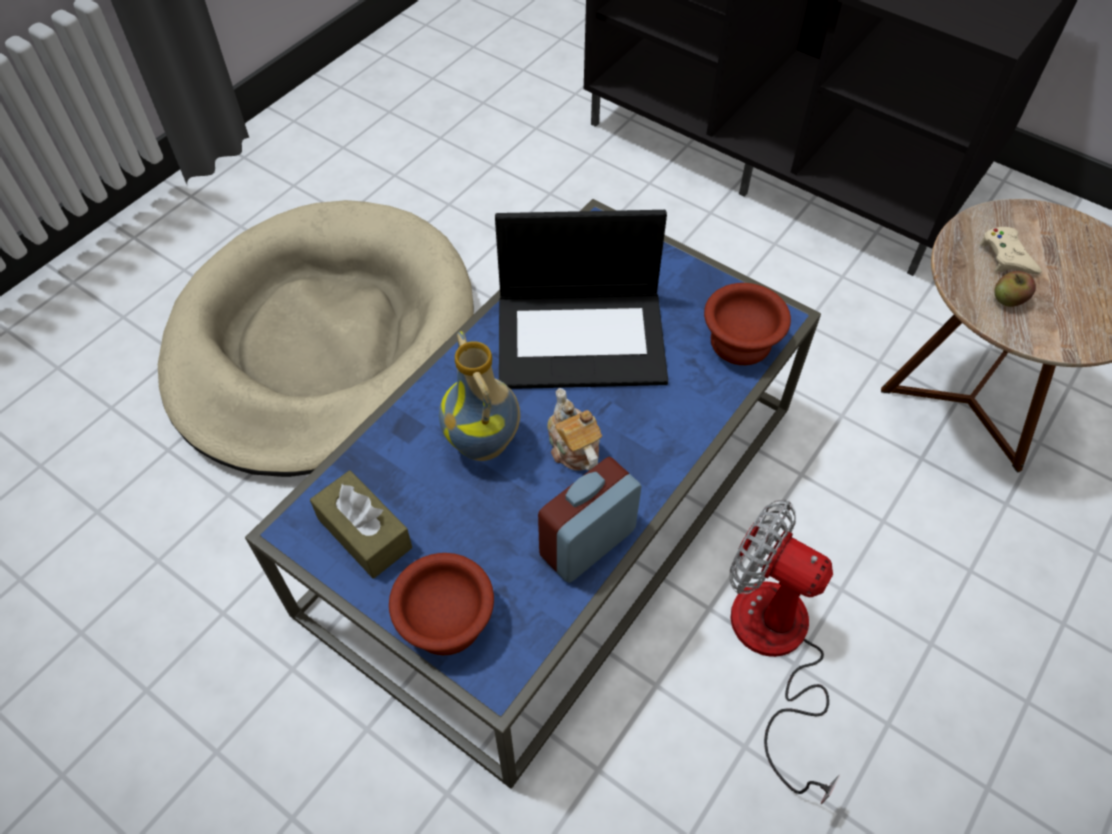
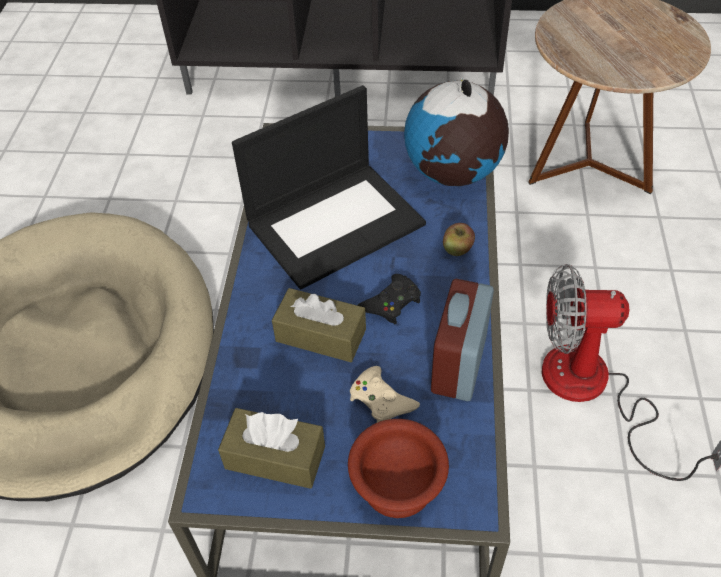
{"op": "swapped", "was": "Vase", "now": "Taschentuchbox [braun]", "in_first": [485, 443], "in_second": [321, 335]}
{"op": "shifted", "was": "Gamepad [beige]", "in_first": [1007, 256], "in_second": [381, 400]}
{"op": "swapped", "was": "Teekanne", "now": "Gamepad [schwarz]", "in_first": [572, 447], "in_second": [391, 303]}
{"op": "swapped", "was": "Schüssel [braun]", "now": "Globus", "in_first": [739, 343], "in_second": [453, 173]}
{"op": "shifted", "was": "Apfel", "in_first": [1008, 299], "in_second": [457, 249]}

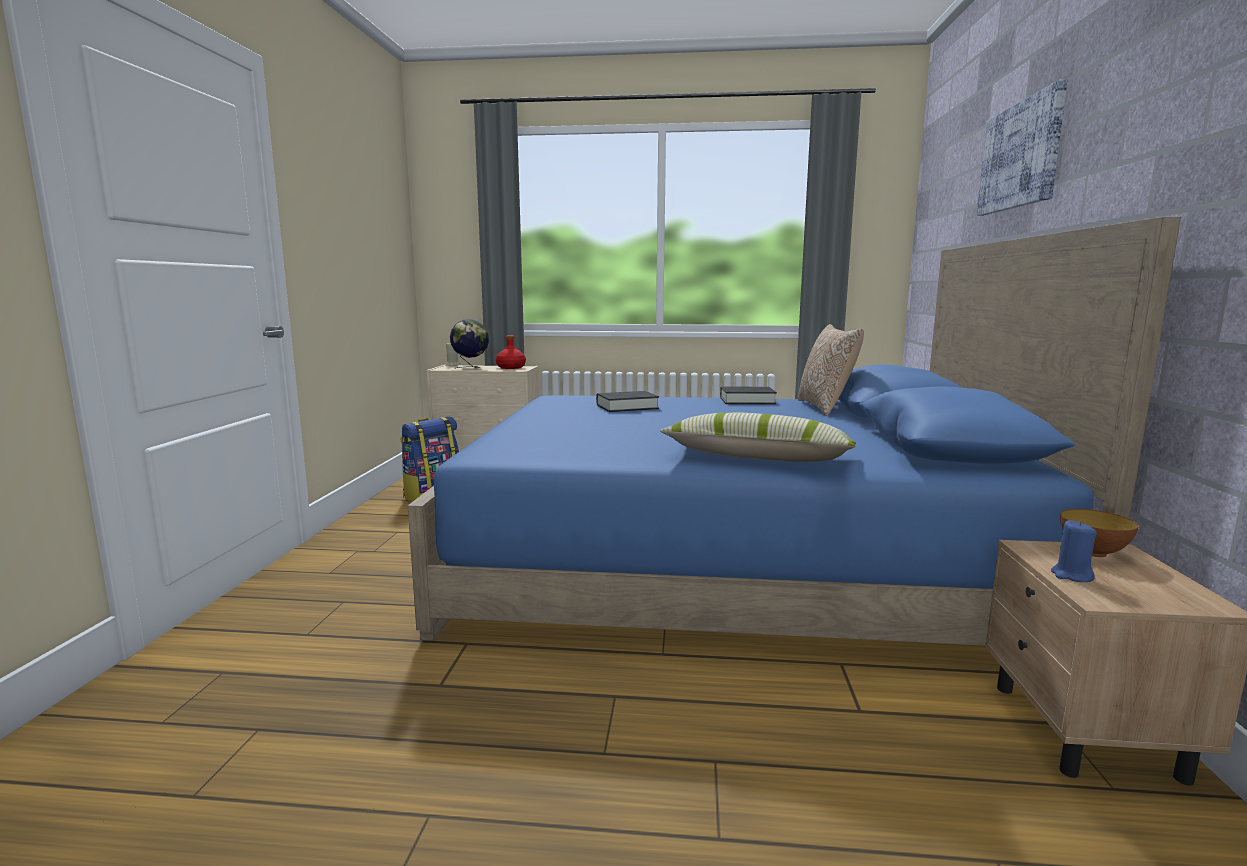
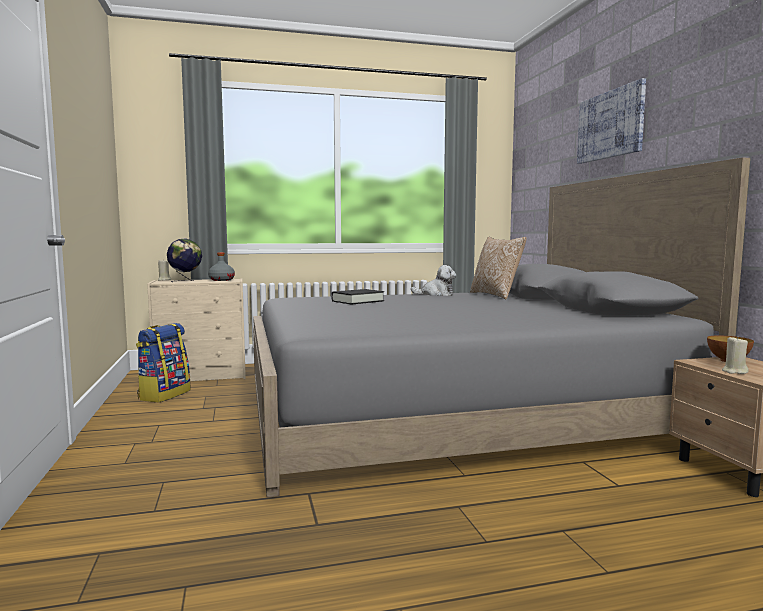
{"op": "repainted", "was": "Flasche [rot]", "now": "Flasche [grau]", "in_first": [510, 367], "in_second": [221, 280]}
{"op": "repainted", "was": "Bett [blau]", "now": "Bett [grau]", "in_first": [729, 563], "in_second": [454, 414]}
{"op": "swapped", "was": "Buch [schwarz]", "now": "Plüschtier", "in_first": [747, 400], "in_second": [436, 294]}
{"op": "repainted", "was": "Kerze [blau]", "now": "Kerze [beige]", "in_first": [1071, 576], "in_second": [734, 371]}
{"op": "gone", "was": "Kissen", "in_first": [758, 458]}

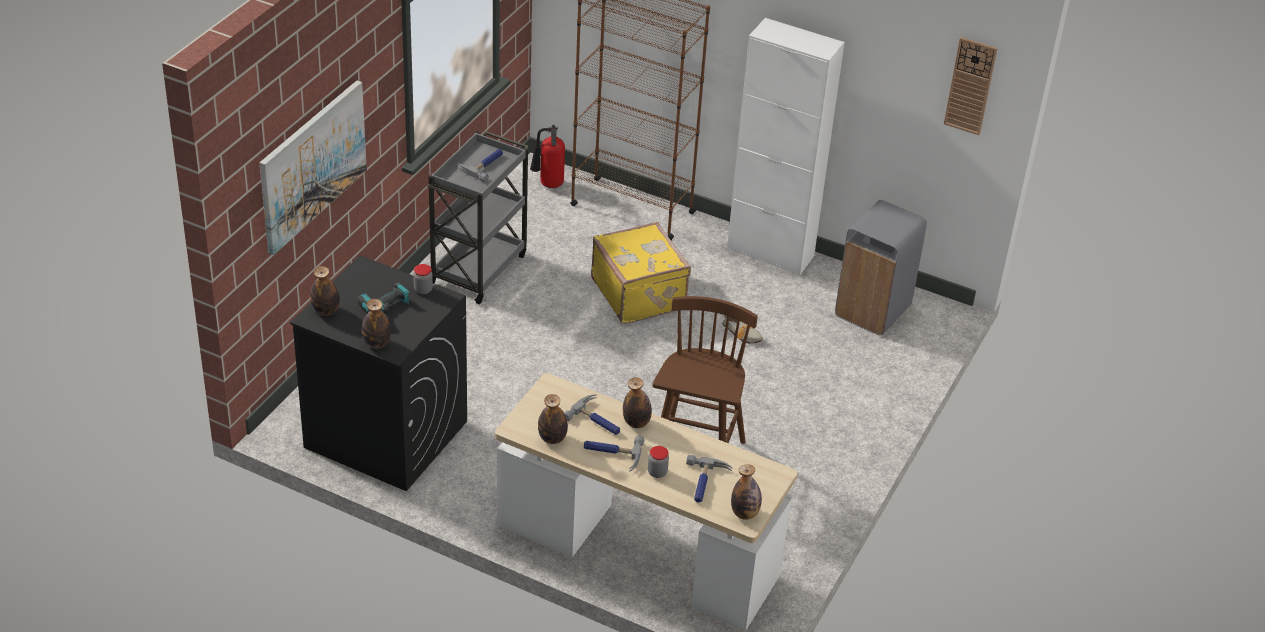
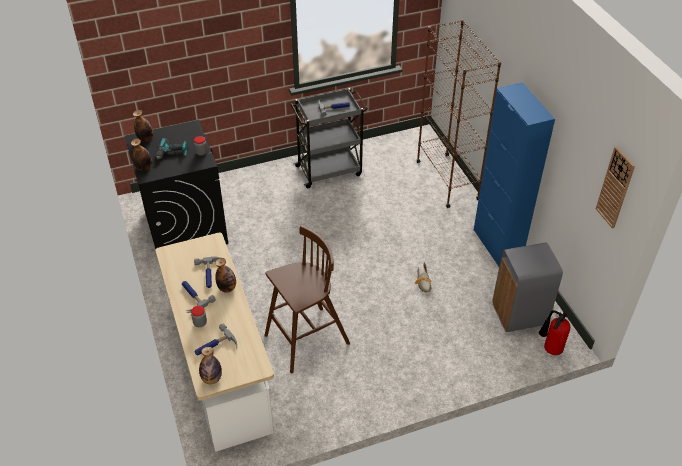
{"op": "repainted", "was": "Schrank [weiß]", "now": "Schrank [blau]", "in_first": [770, 252], "in_second": [497, 245]}
{"op": "shifted", "was": "Feuerlöscher", "in_first": [548, 185], "in_second": [549, 348]}
{"op": "gone", "was": "Bild", "in_first": [312, 165]}
{"op": "gone", "was": "Flasche", "in_first": [552, 438]}
{"op": "gone", "was": "Koffer [gelb]", "in_first": [639, 293]}

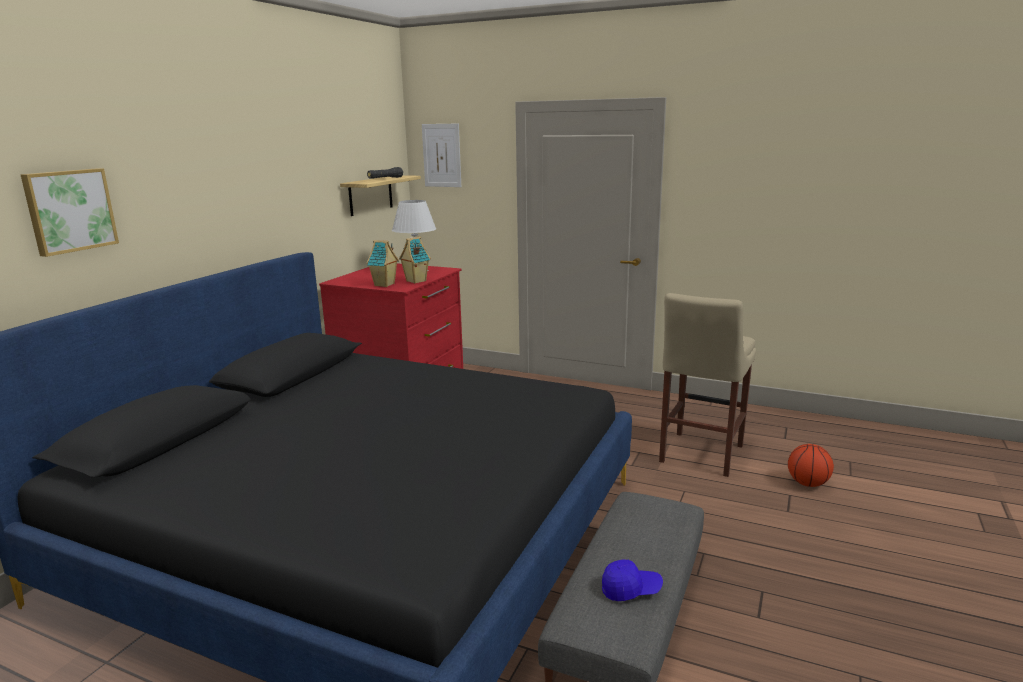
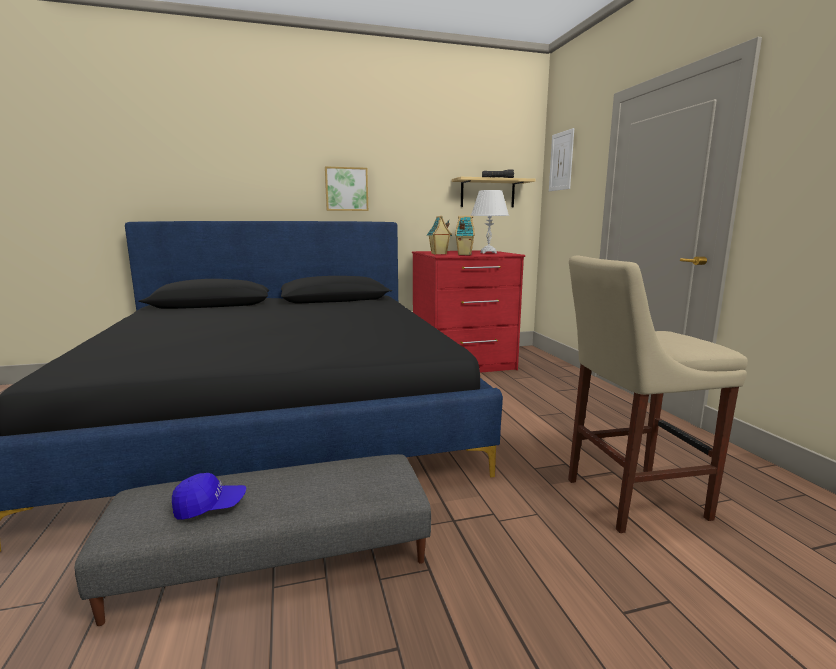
{"op": "rotated", "was": "Kappe [blau]", "in_first": [631, 590], "in_second": [210, 507], "clockwise": -60}
{"op": "shifted", "was": "Bild", "in_first": [69, 210], "in_second": [346, 189]}
{"op": "gone", "was": "Basketball", "in_first": [807, 484]}

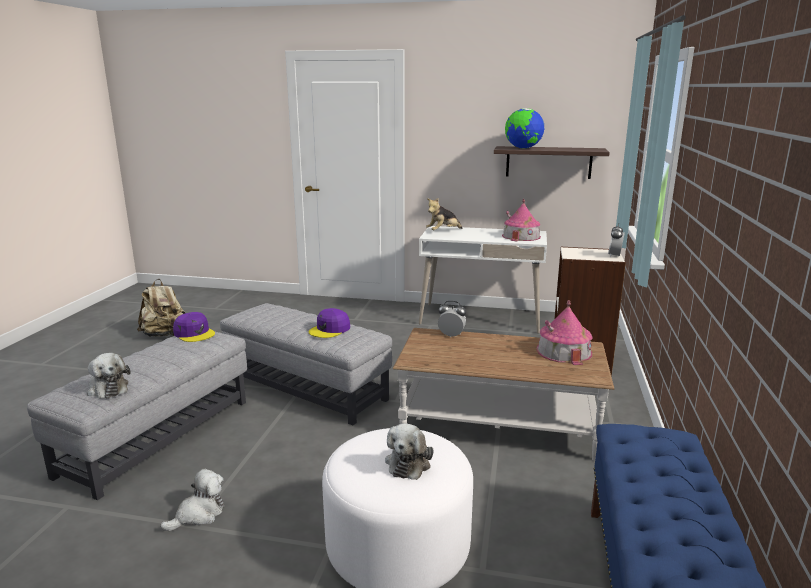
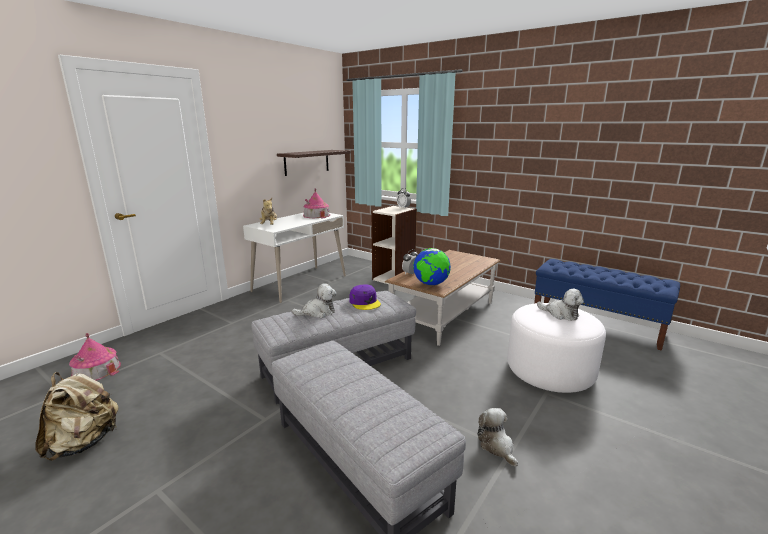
{"op": "shifted", "was": "Spielzeughaus", "in_first": [564, 351], "in_second": [96, 370]}
{"op": "shifted", "was": "Plüschtier", "in_first": [107, 388], "in_second": [317, 312]}
{"op": "shifted", "was": "Globus", "in_first": [523, 148], "in_second": [431, 284]}
{"op": "gone", "was": "Kappe [lila]", "in_first": [194, 333]}

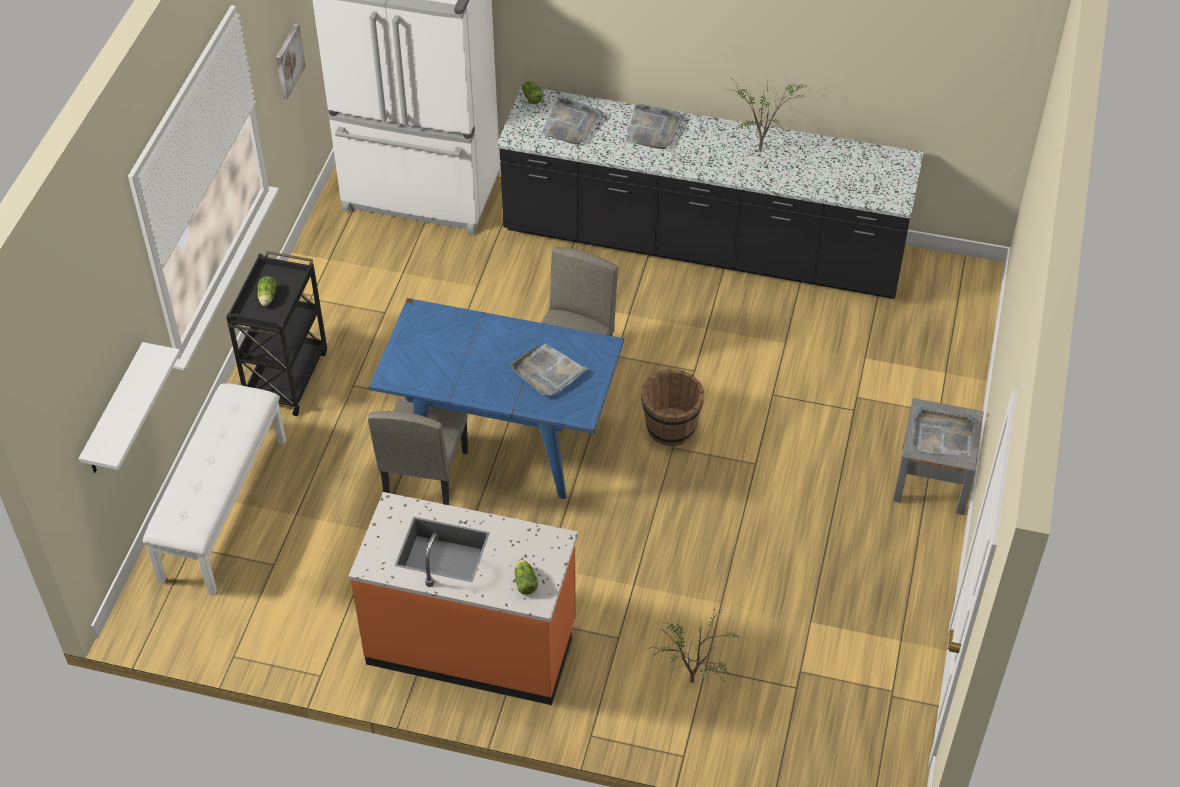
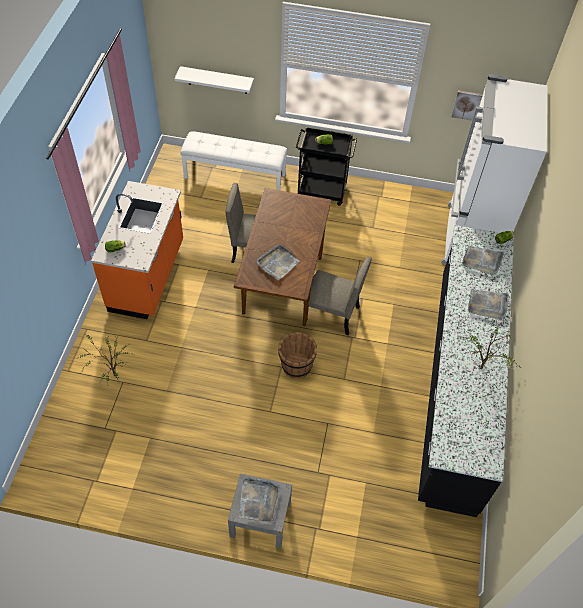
{"op": "repainted", "was": "Esstisch [blau]", "now": "Esstisch [braun]", "in_first": [502, 440], "in_second": [283, 284]}

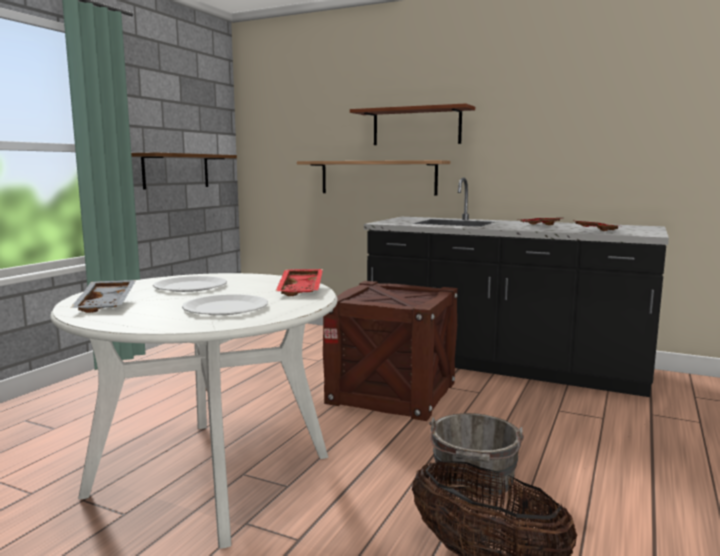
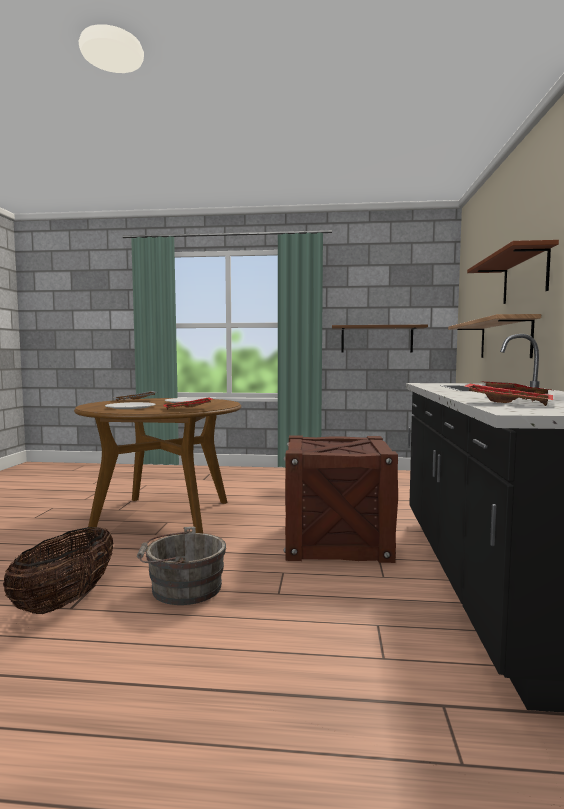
{"op": "repainted", "was": "Esstisch [weiß]", "now": "Esstisch [braun]", "in_first": [211, 474], "in_second": [163, 516]}

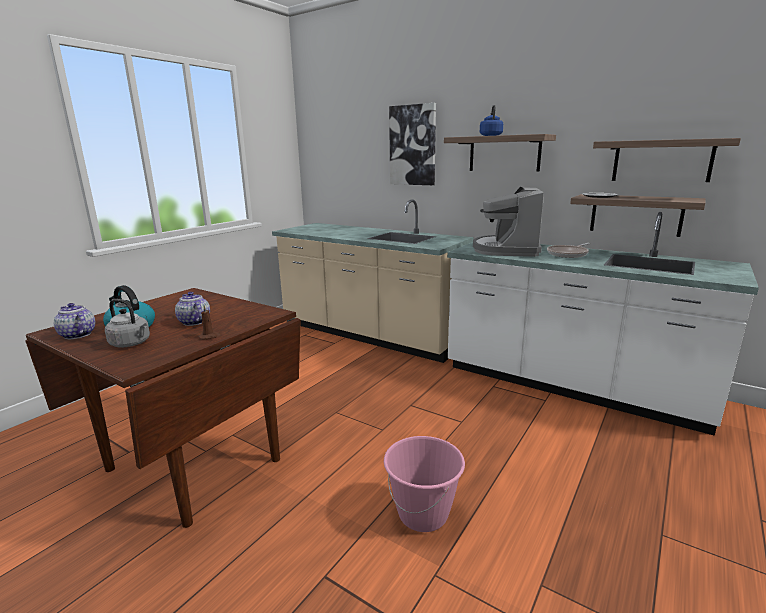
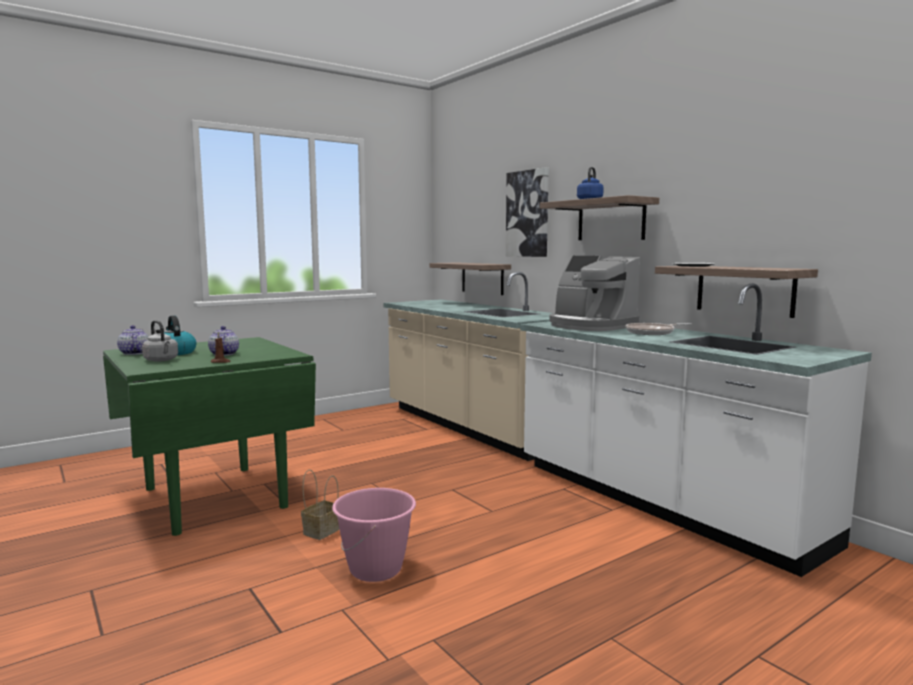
{"op": "repainted", "was": "Esstisch [braun]", "now": "Esstisch [grün]", "in_first": [192, 465], "in_second": [213, 498]}
{"op": "new", "now": "Korb", "in_second": [322, 530]}
{"op": "shifted", "was": "Wandregal", "in_first": [661, 161], "in_second": [482, 278]}
{"op": "rotated", "was": "Kaffeemaschine", "in_first": [506, 250], "in_second": [590, 326], "clockwise": -75}

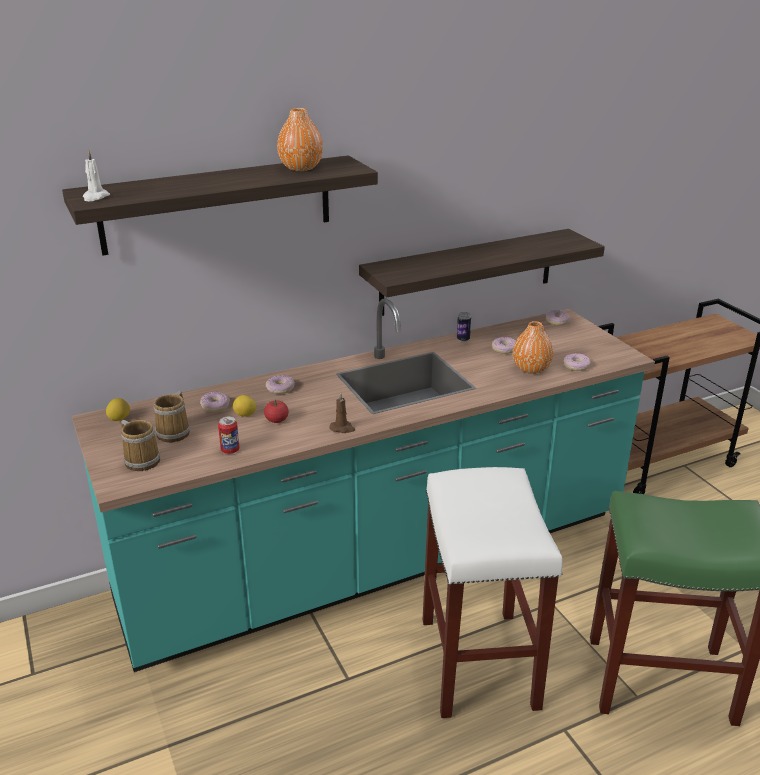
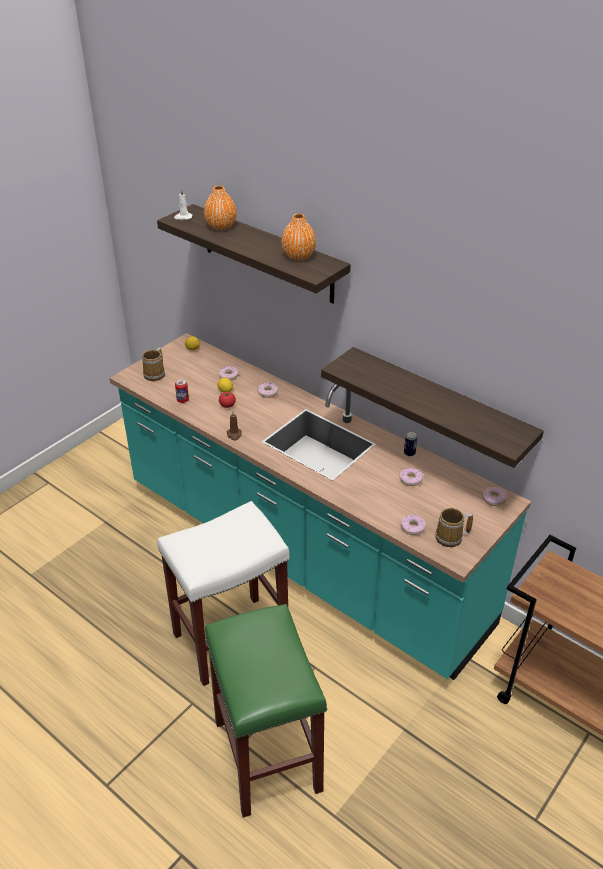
{"op": "shifted", "was": "Vase [orange]", "in_first": [531, 368], "in_second": [221, 226]}
{"op": "shifted", "was": "Henkelbecher", "in_first": [175, 432], "in_second": [451, 538]}

